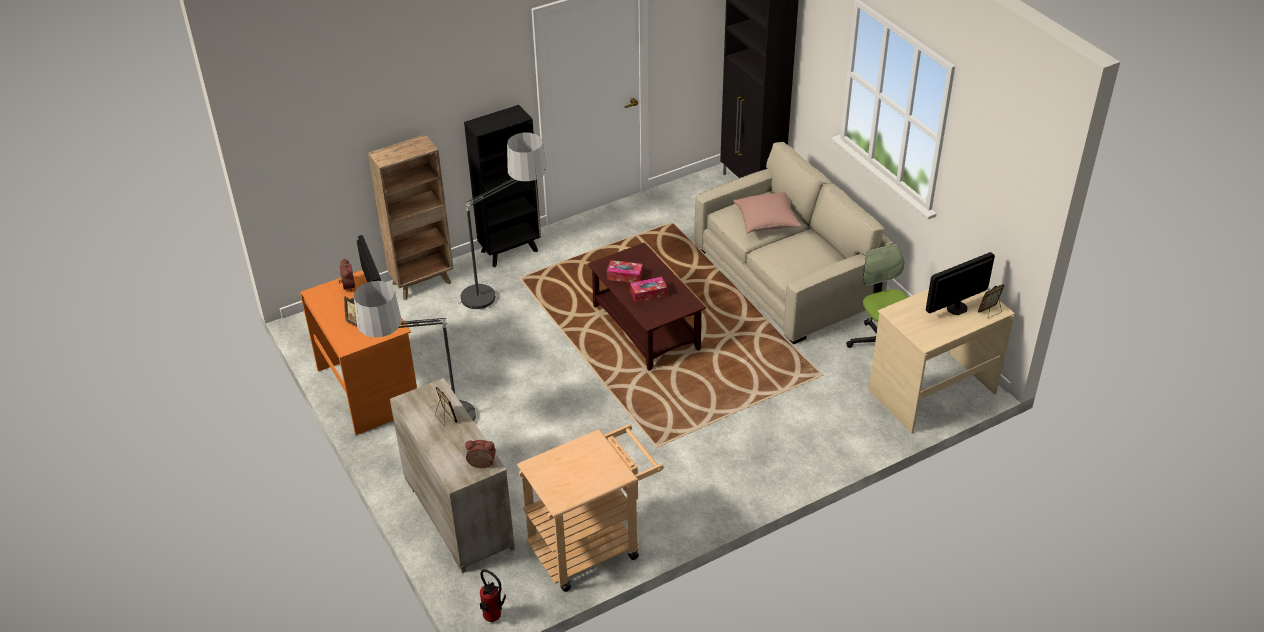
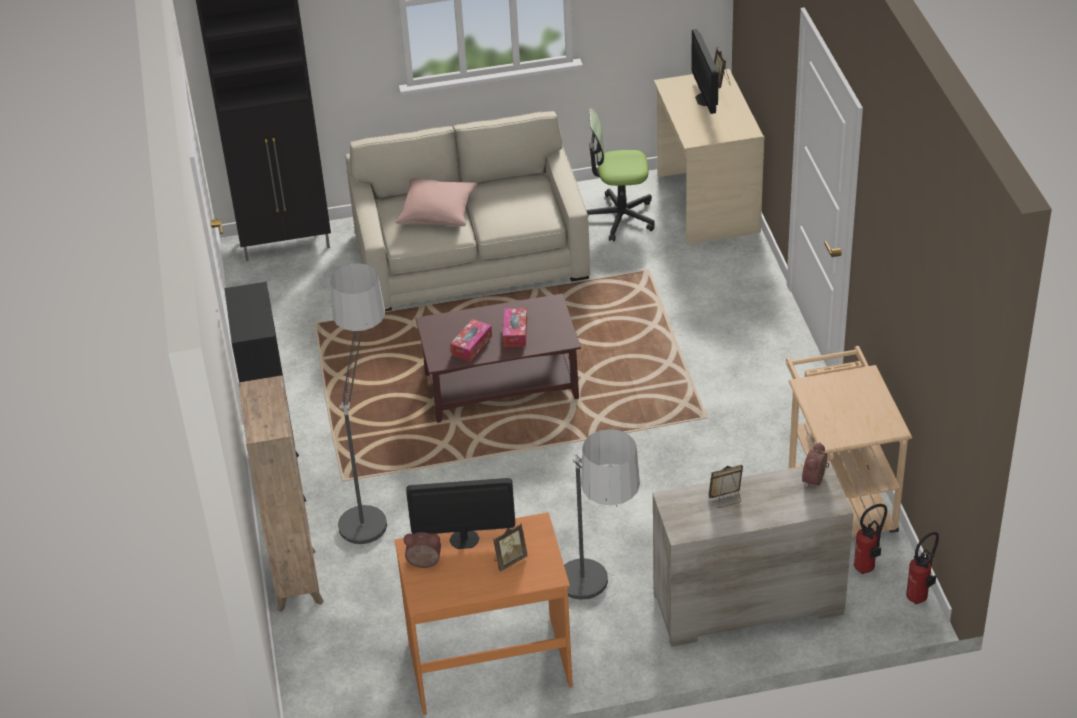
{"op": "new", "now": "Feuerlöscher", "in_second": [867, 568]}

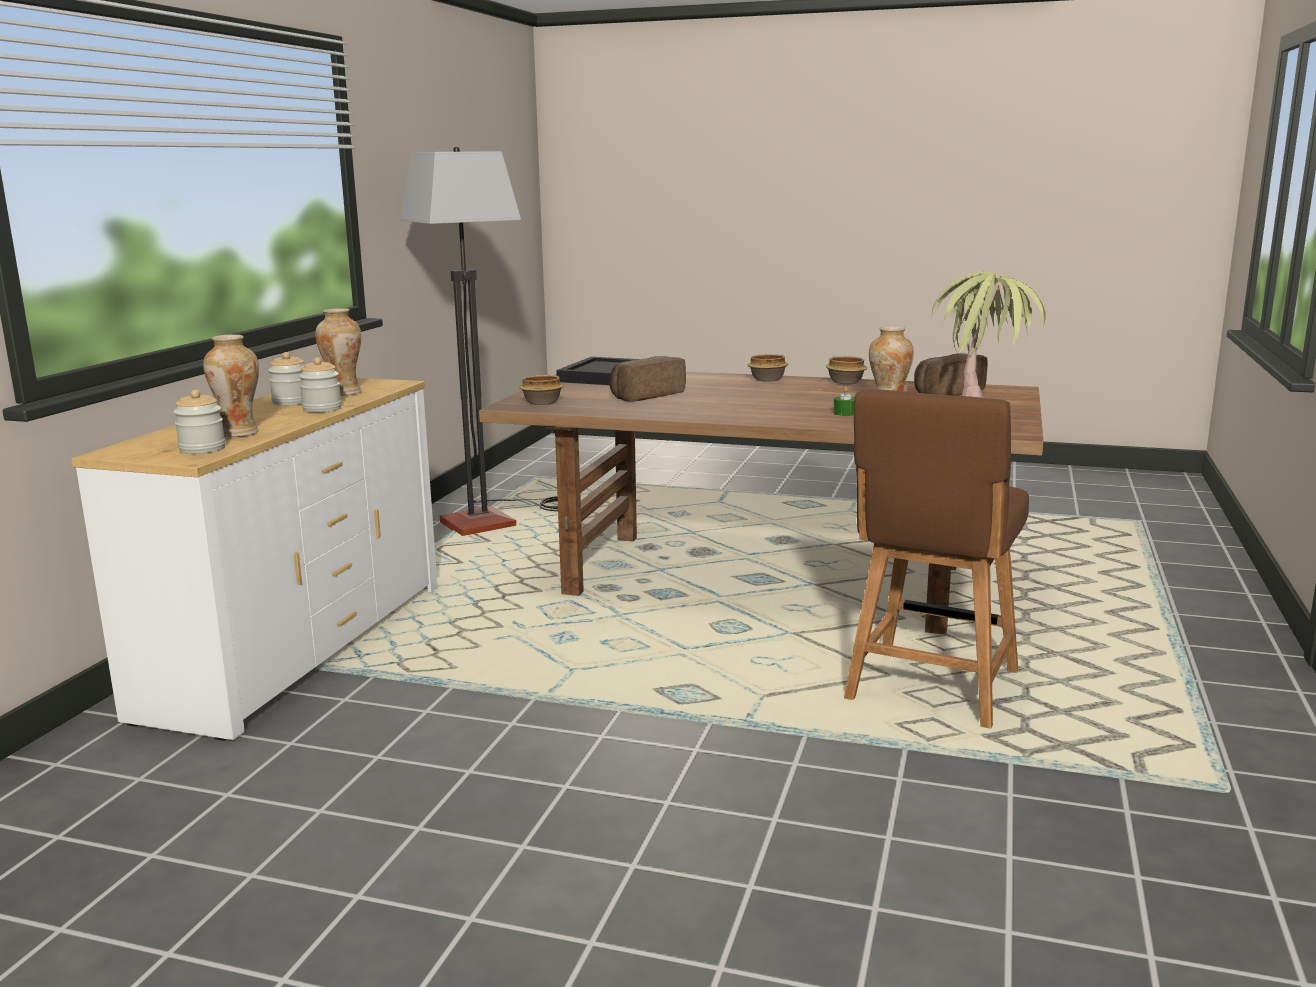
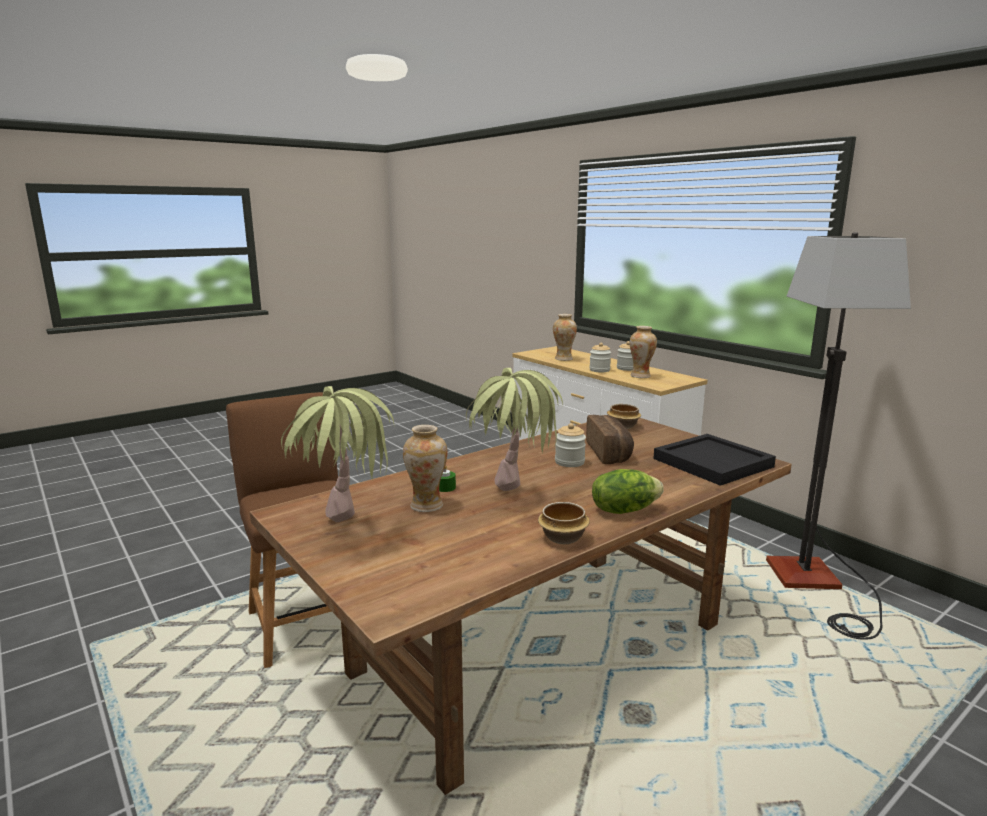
{"op": "new", "now": "Topfpflanze", "in_second": [513, 501]}
{"op": "shifted", "was": "Vorratsglas", "in_first": [202, 449], "in_second": [569, 462]}
{"op": "swapped", "was": "Schüssel", "now": "Salatkopf", "in_first": [767, 380], "in_second": [624, 510]}
{"op": "gone", "was": "Brot", "in_first": [946, 393]}

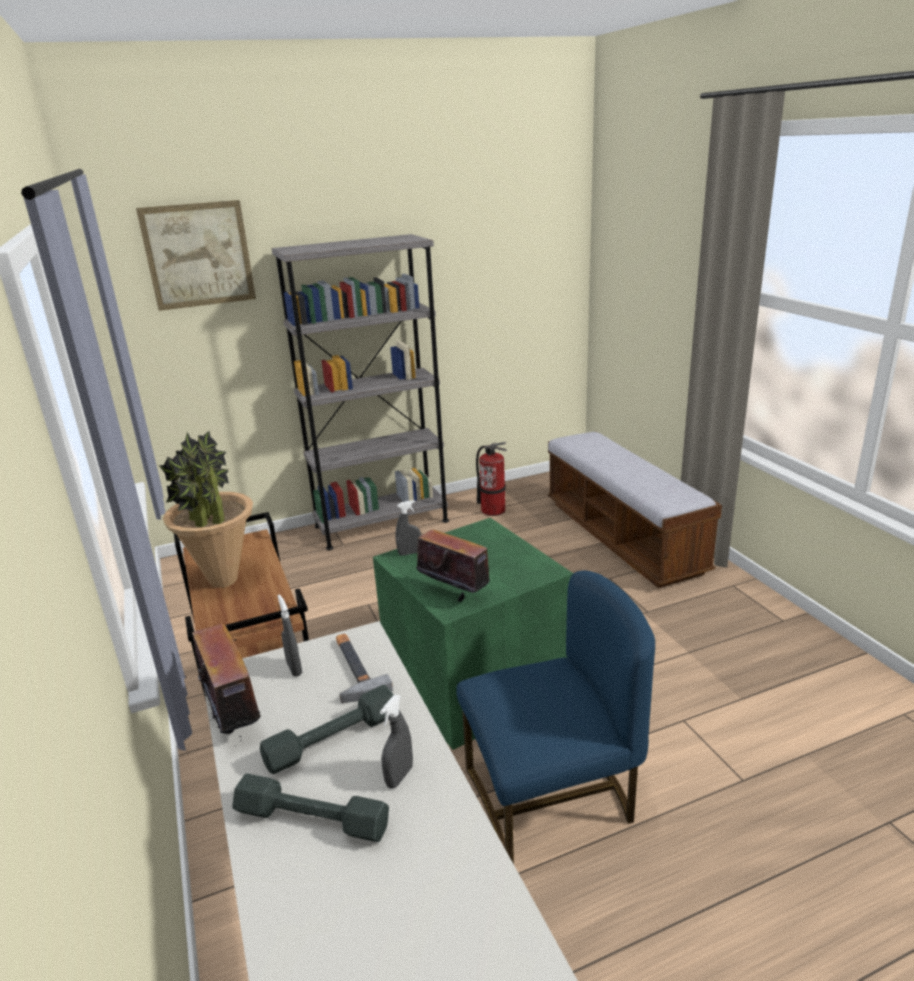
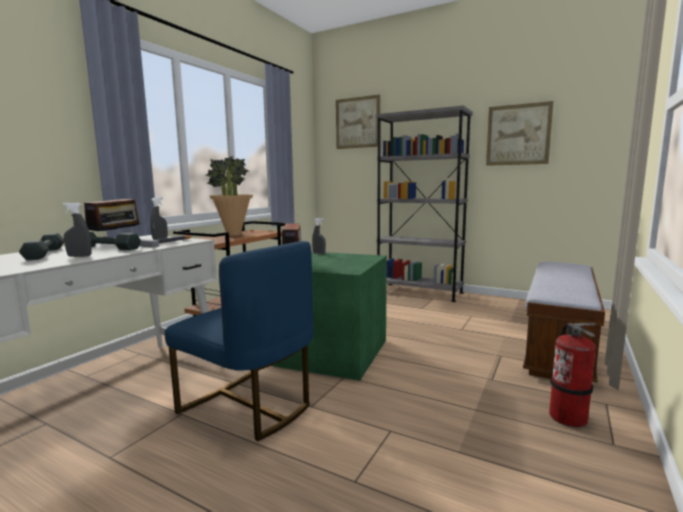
{"op": "new", "now": "Bild", "in_second": [518, 135]}
{"op": "shifted", "was": "Feuerlöscher", "in_first": [493, 510], "in_second": [568, 417]}

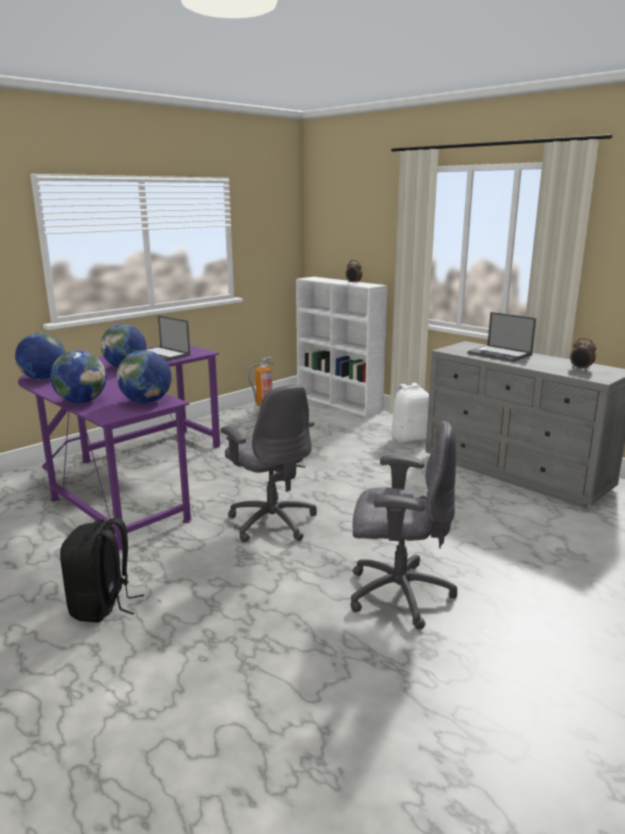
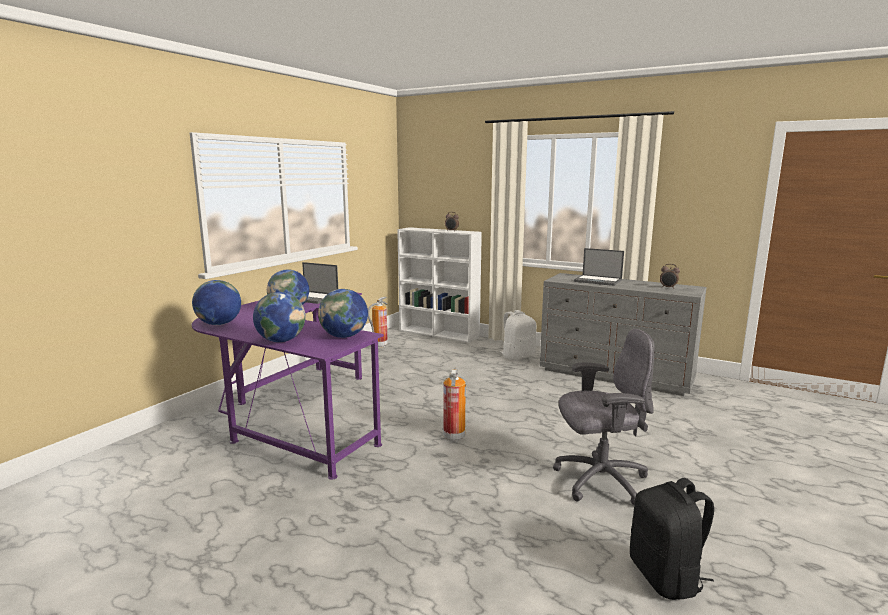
{"op": "swapped", "was": "Bürostuhl [grau]", "now": "Feuerlöscher", "in_first": [272, 522], "in_second": [454, 436]}
{"op": "shifted", "was": "Rucksack [schwarz]", "in_first": [102, 606], "in_second": [666, 577]}

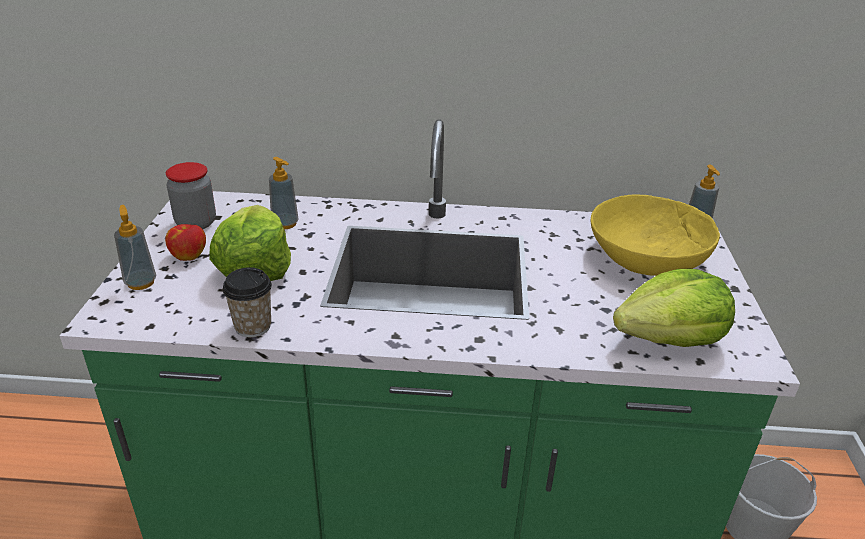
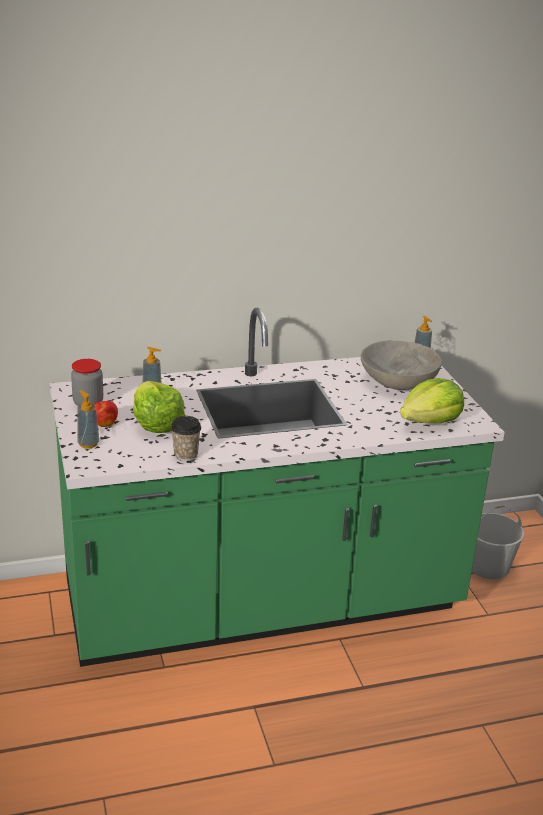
{"op": "repainted", "was": "Schüssel [gelb]", "now": "Schüssel [grau]", "in_first": [646, 257], "in_second": [398, 380]}

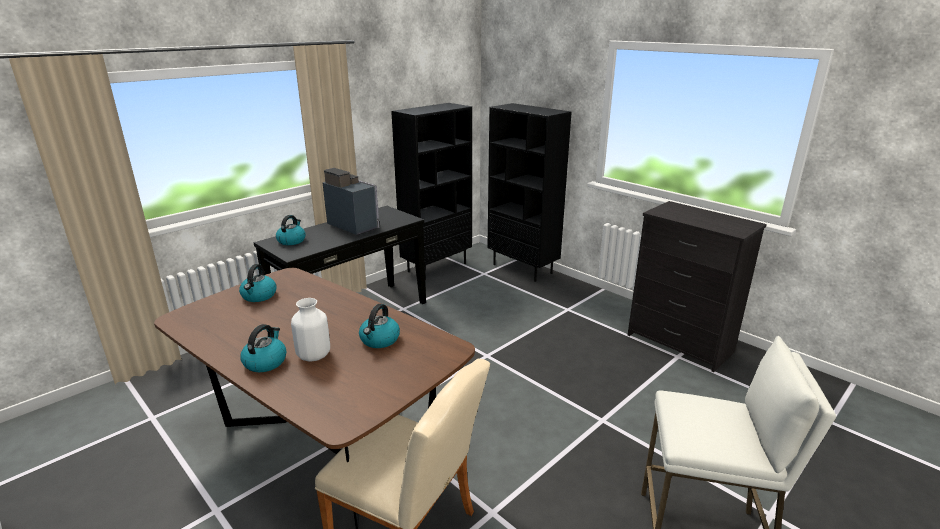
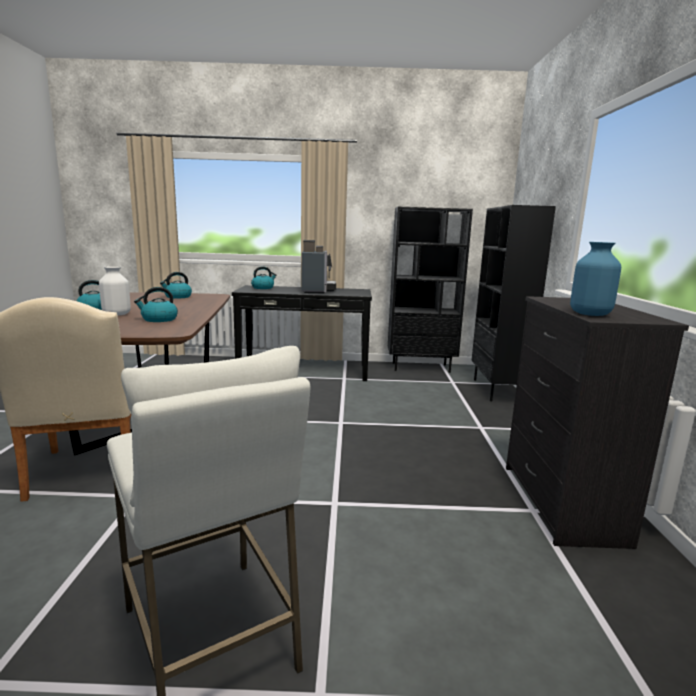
{"op": "new", "now": "Vase [blau]", "in_second": [589, 314]}

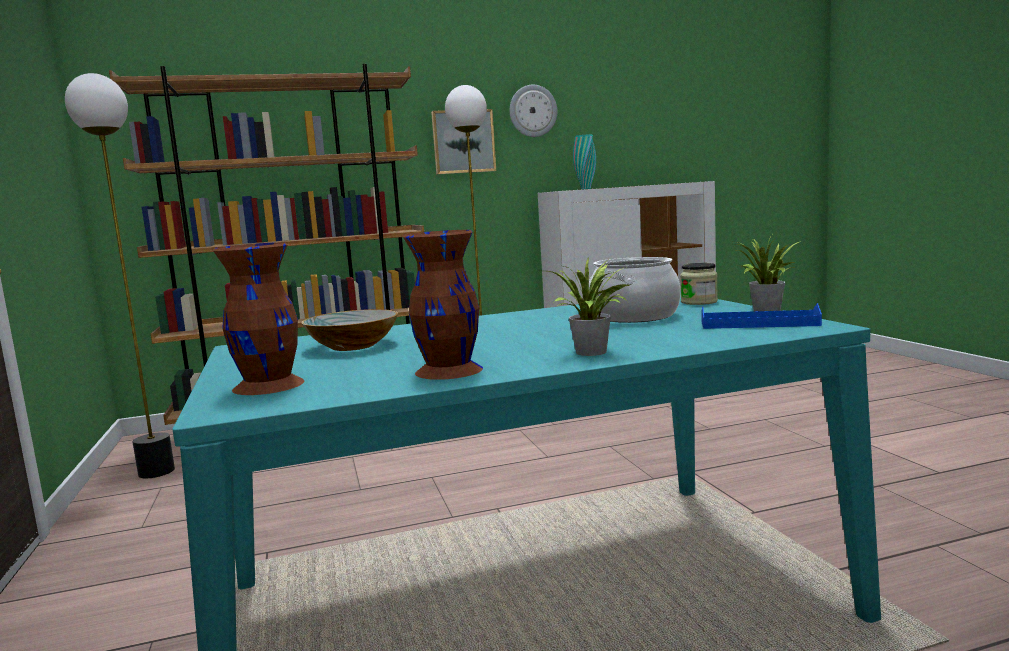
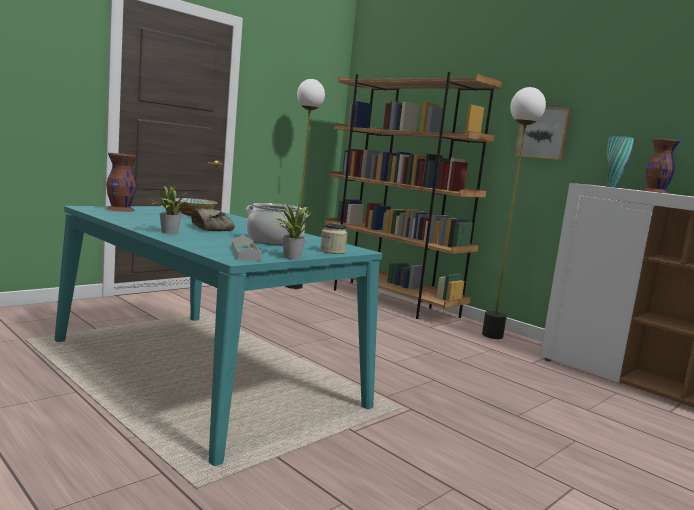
{"op": "new", "now": "Brot", "in_second": [211, 228]}
{"op": "repainted", "was": "Tablett [blau]", "now": "Tablett [grau]", "in_first": [759, 324], "in_second": [245, 253]}
{"op": "shifted", "was": "Vase [braun]", "in_first": [449, 371], "in_second": [655, 192]}
{"op": "gone", "was": "Wanduhr", "in_first": [533, 111]}

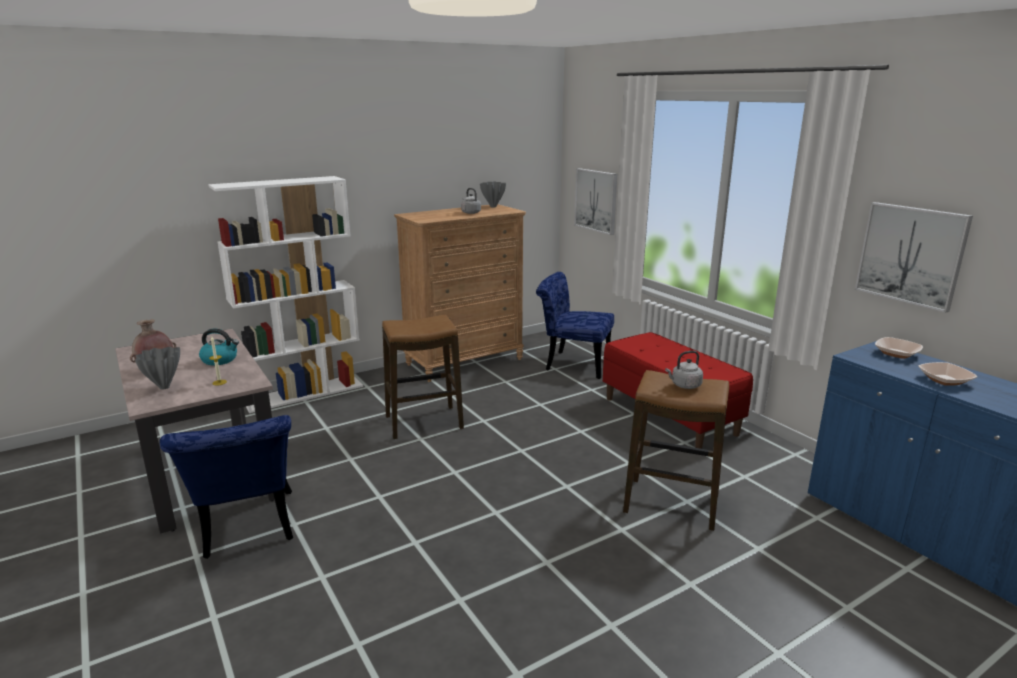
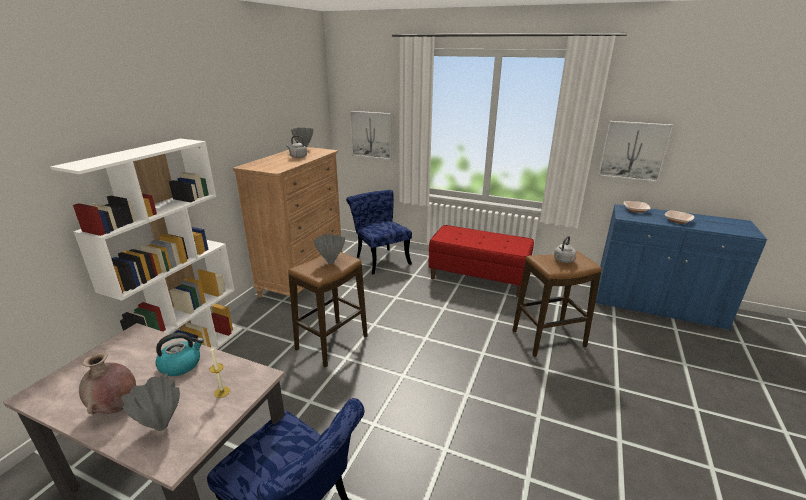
{"op": "new", "now": "Vase [grau]", "in_second": [330, 262]}
{"op": "rotated", "was": "Stuhl [blau]", "in_first": [572, 363], "in_second": [380, 259], "clockwise": 75}

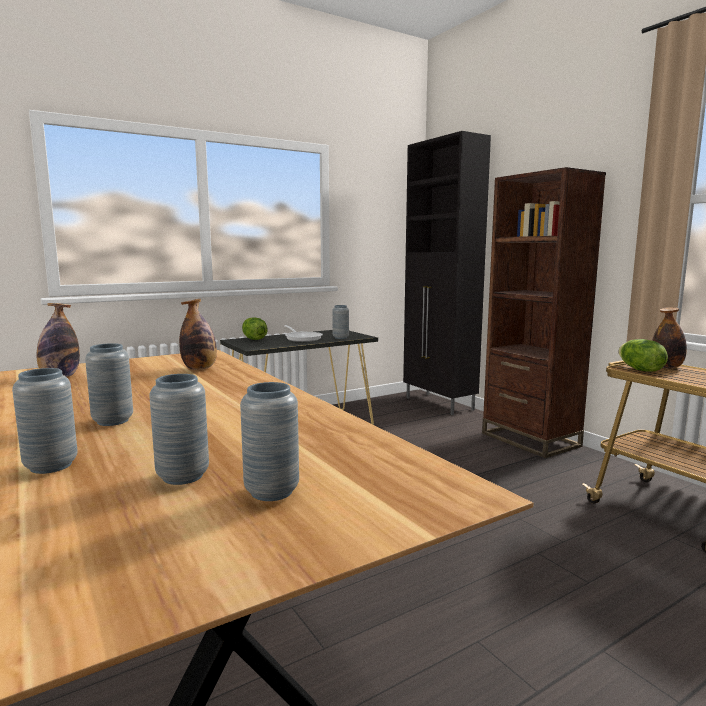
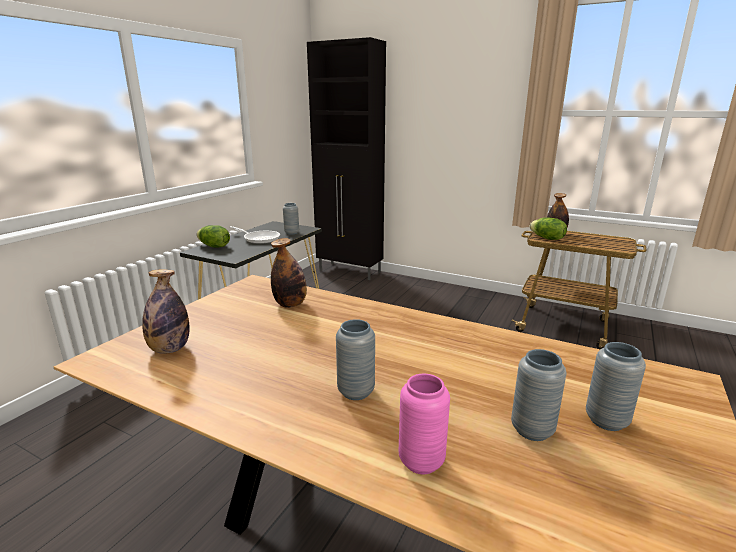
{"op": "repainted", "was": "Vase [grau]", "now": "Vase [rosa]", "in_first": [51, 466], "in_second": [421, 461]}
{"op": "gone", "was": "Bücherregal [braun]", "in_first": [530, 439]}

